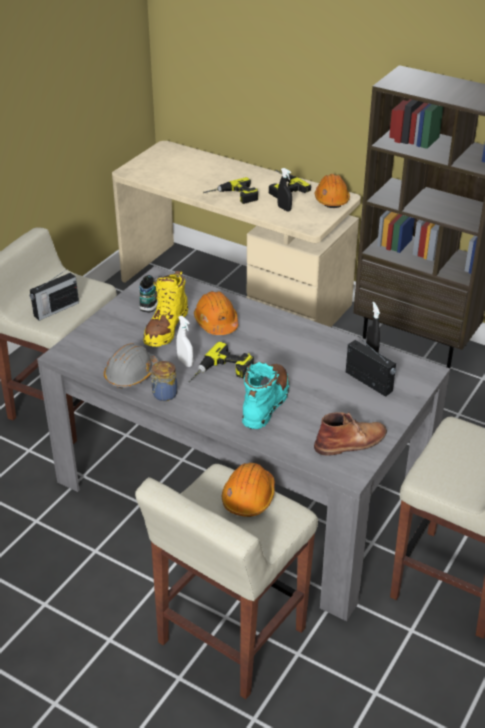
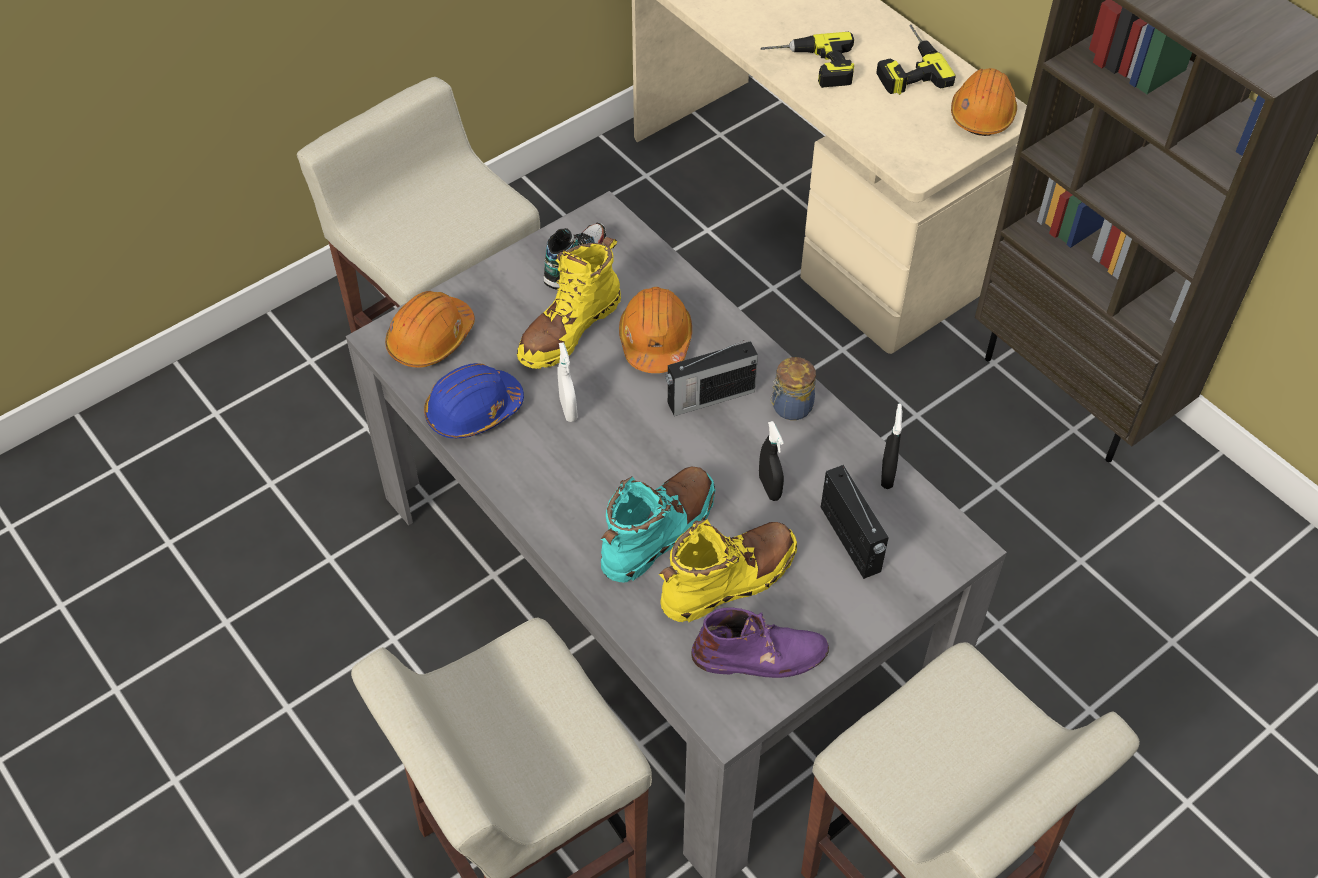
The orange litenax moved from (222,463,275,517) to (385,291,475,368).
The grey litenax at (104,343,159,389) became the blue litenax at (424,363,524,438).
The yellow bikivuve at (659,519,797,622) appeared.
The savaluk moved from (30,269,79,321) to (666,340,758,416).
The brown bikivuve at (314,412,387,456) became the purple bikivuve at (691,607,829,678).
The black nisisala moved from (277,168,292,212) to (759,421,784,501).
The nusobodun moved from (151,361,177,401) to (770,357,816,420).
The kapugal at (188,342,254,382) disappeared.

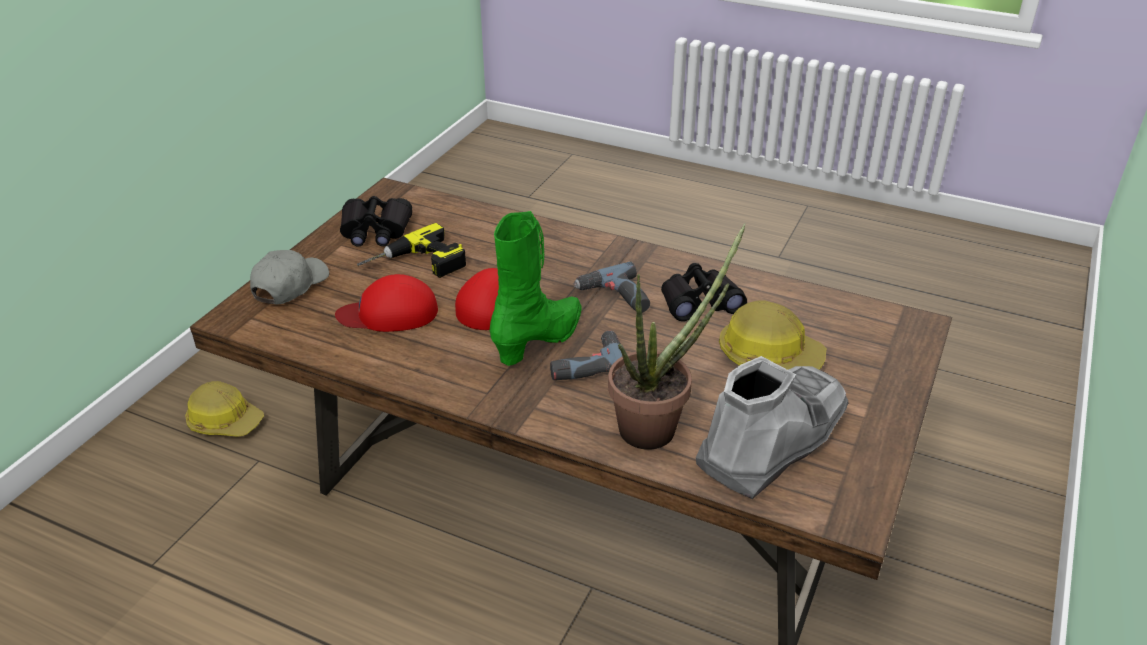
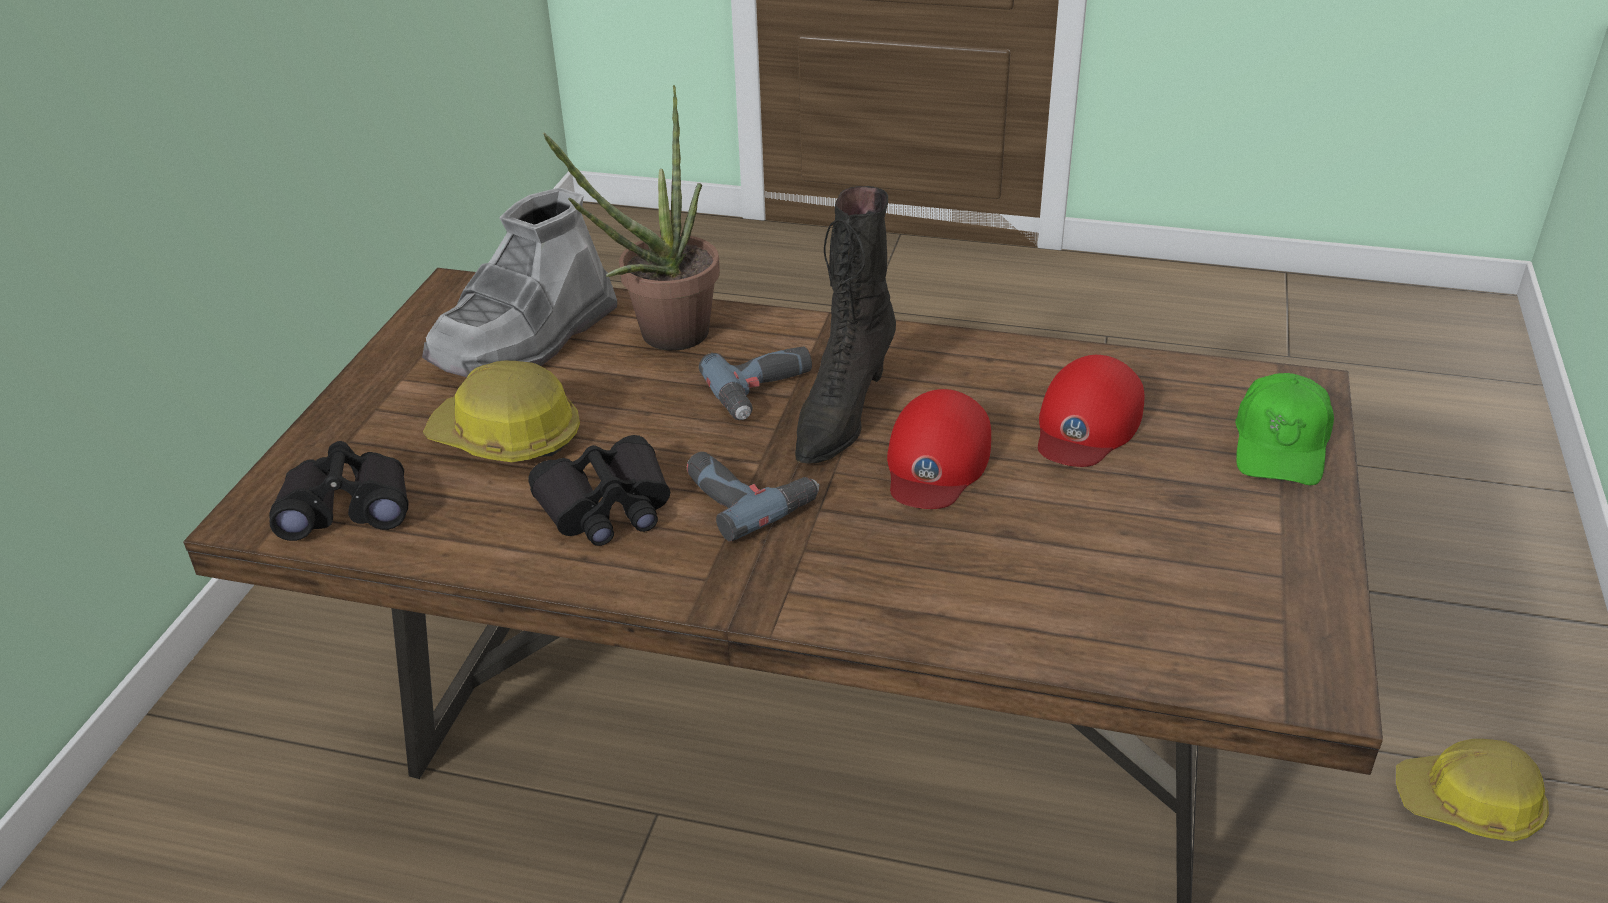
The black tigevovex moved from (340,196,412,247) to (269,441,408,541).
The green bikivuve at (490,211,581,366) became the black bikivuve at (795,186,896,464).
The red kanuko at (335,274,438,332) turned 135 degrees clockwise.
The grey kanuko at (250,250,329,305) became the green kanuko at (1235,373,1334,485).
The kapugal at (357,223,466,278) disappeared.

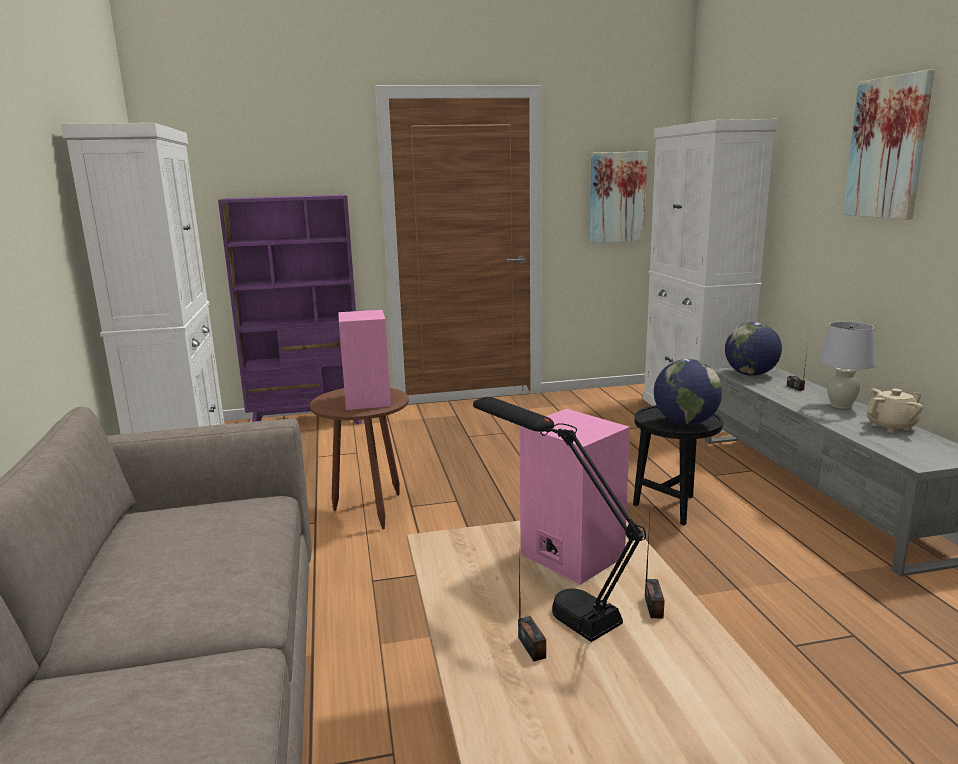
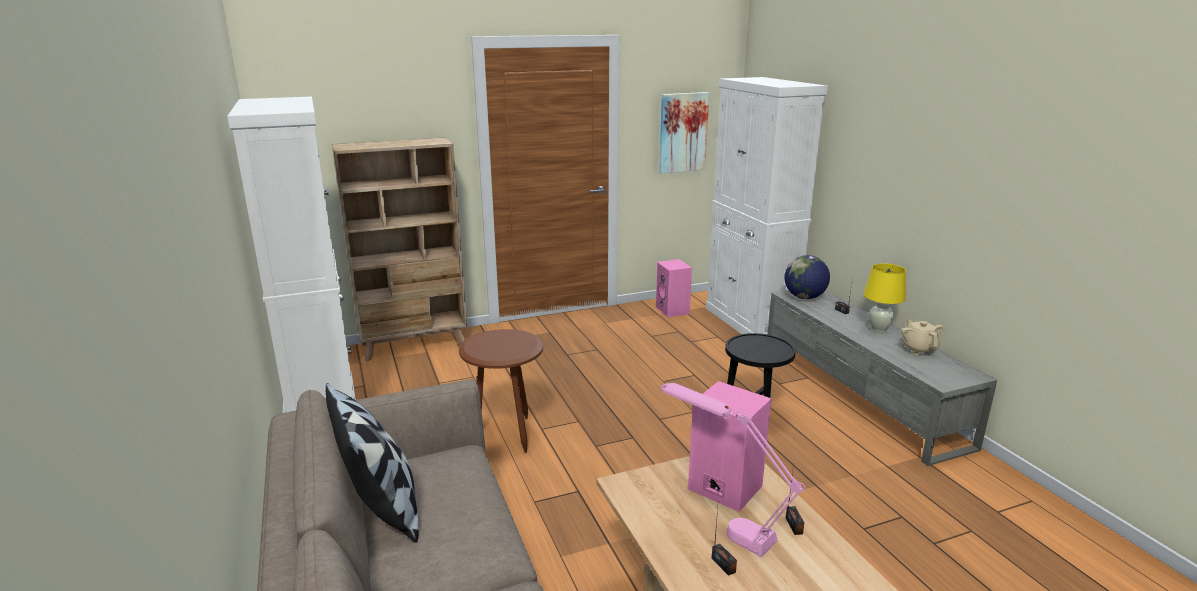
The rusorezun at (326,383,419,543) appeared.
The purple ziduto at (218,195,362,424) became the beige ziduto at (332,137,467,361).
The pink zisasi moved from (339,310,391,410) to (656,259,692,317).
The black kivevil at (473,397,646,642) became the pink kivevil at (661,383,805,557).
The white kivevil at (819,322,875,409) became the yellow kivevil at (864,263,906,332).
The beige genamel at (866,388,923,433) turned 75 degrees counterclockwise.
The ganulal at (654,359,722,425) disappeared.
The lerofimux at (843,70,935,220) disappeared.

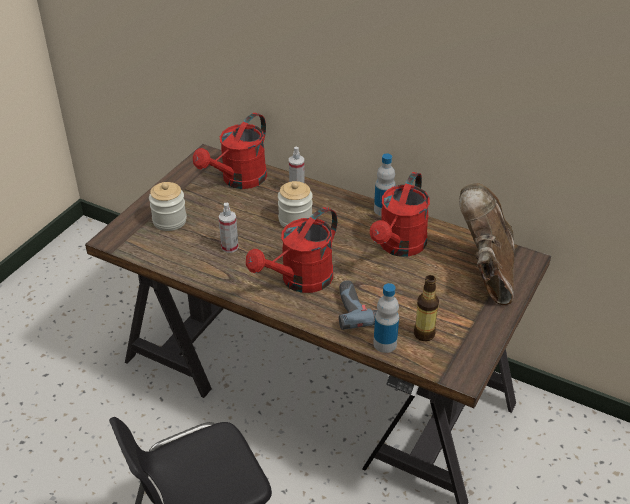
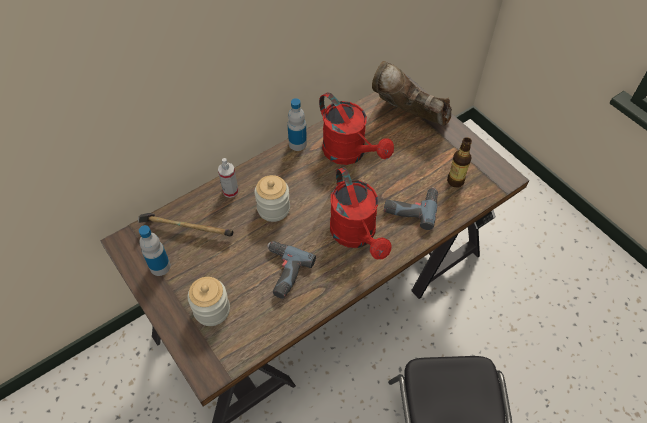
The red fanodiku at (193,113,267,189) was replaced by the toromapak at (138,213,233,237).
The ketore moved from (373,283,399,353) to (139,225,171,276).
The nisisala at (219,203,238,253) was replaced by the kapugal at (267,241,316,299).

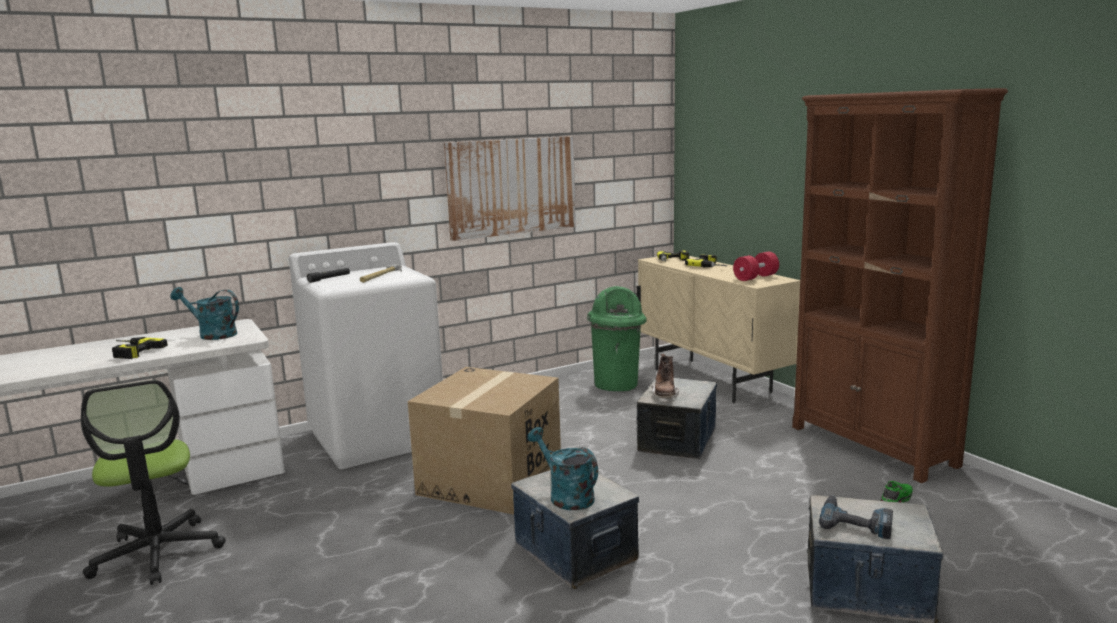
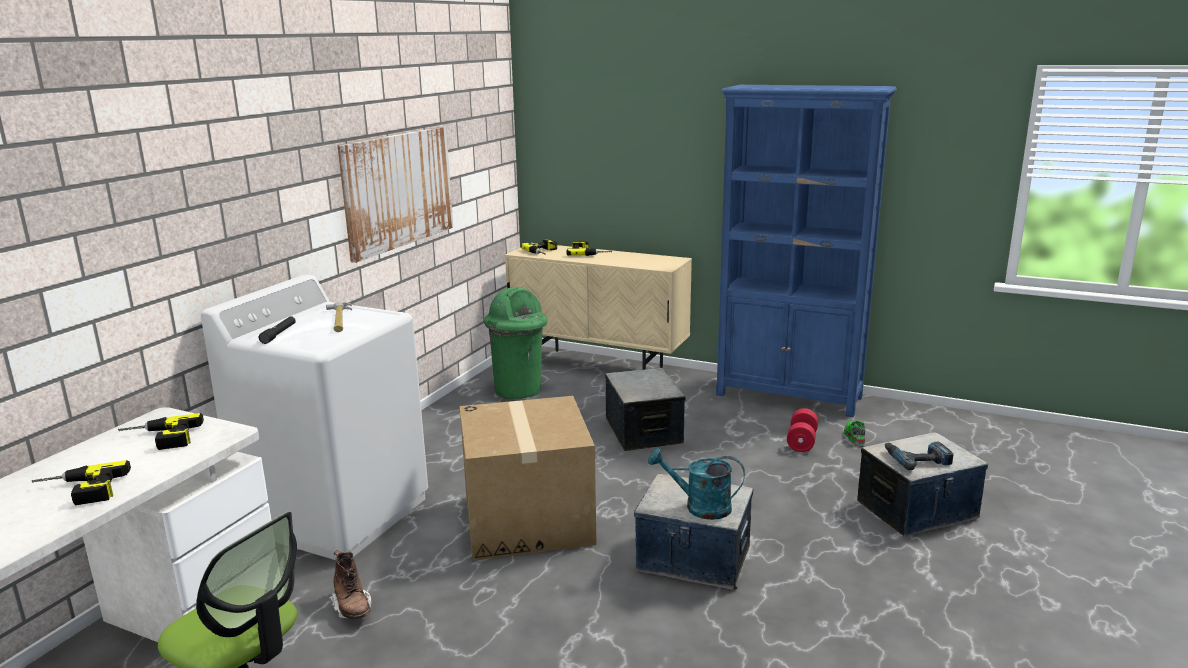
The turquoise fanodiku at (170,287,239,340) was replaced by the kapugal at (118,413,204,450).
The brown bikivuve moved from (651,354,679,398) to (329,550,372,620).
The brown ziduto at (792,88,1008,483) became the blue ziduto at (716,85,897,417).
The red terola moved from (733,252,779,281) to (787,408,818,452).

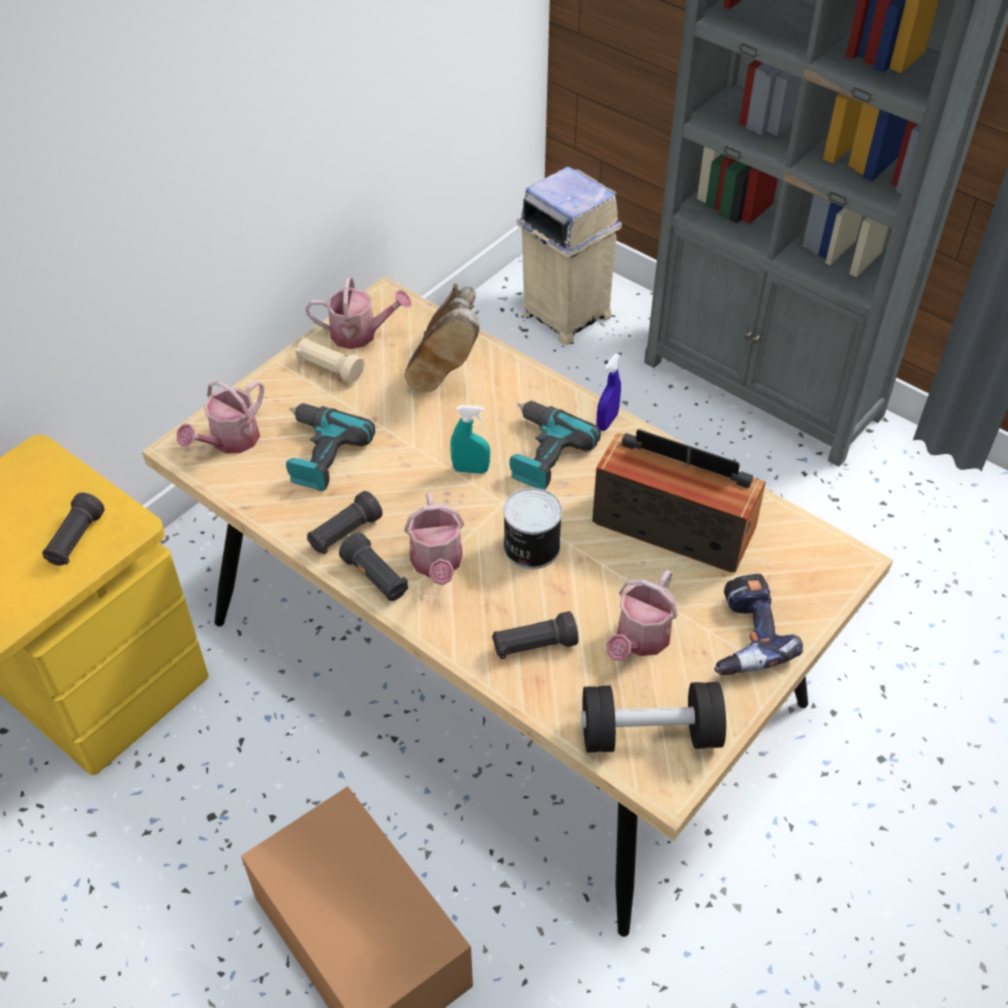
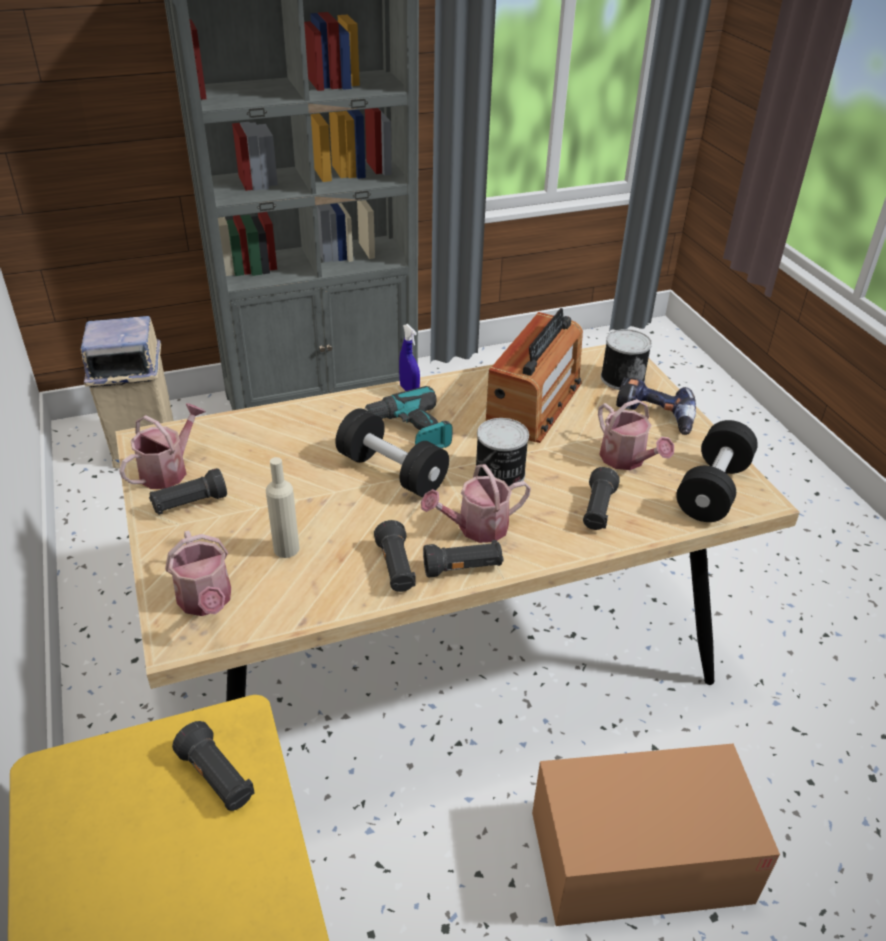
The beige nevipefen at (296,338,365,384) became the black nevipefen at (149,468,227,515).
The kapugal at (286,403,375,491) was replaced by the beige ketore at (266,457,300,558).
The turquoise nisisala at (450,405,490,474) was replaced by the black terola at (335,408,449,497).
The fanodiku at (404,493,464,585) turned 135 degrees clockwise.
The savaluk at (592,429,766,573) turned 150 degrees clockwise.
The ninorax at (601,329,652,390) appeared.
The brown bikivuve at (405,284,480,392) disappeared.

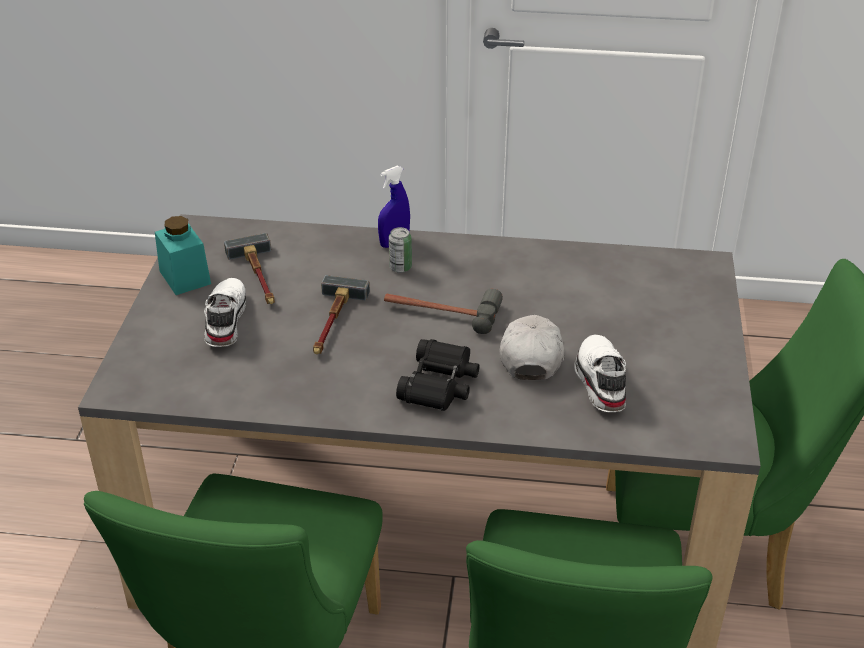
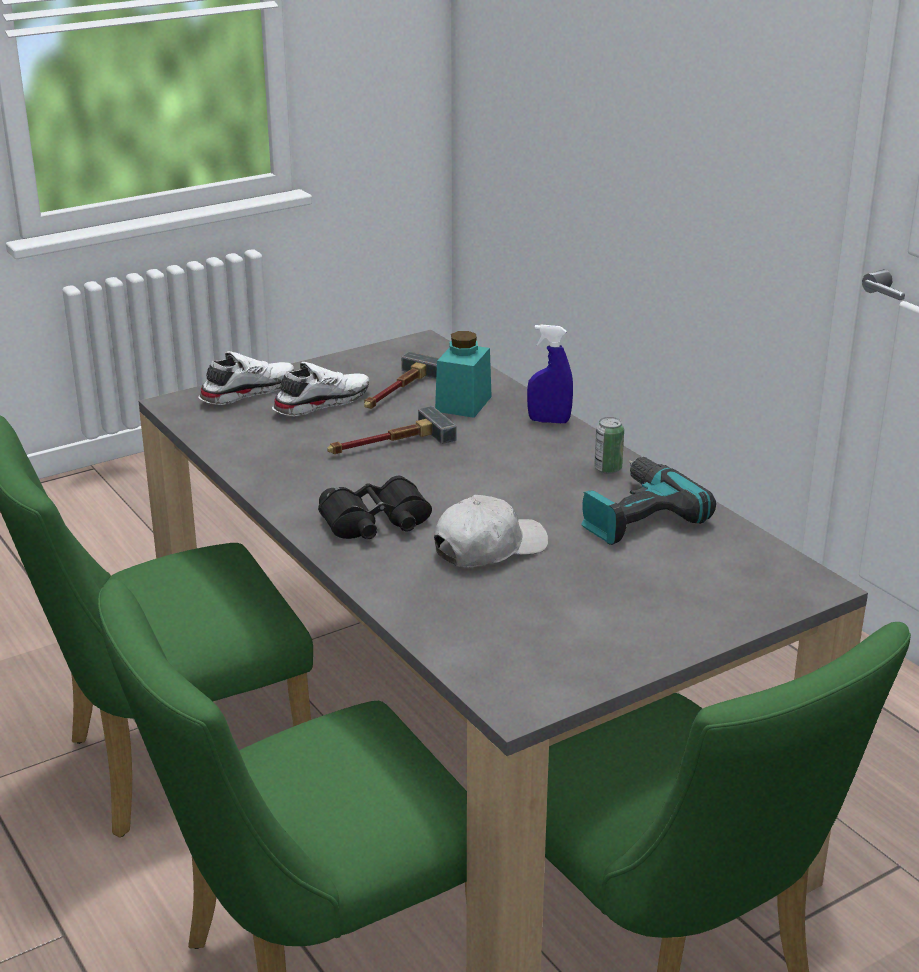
The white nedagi moved from (574,335,626,412) to (198,351,294,405).
The turquoise nusobodun moved from (155,216,211,295) to (435,331,492,418).
The kapugal at (581,457,716,545) appeared.
The ninorax moved from (389,227,412,273) to (594,417,624,474).
The toromapak at (384,289,503,334) disappeared.

